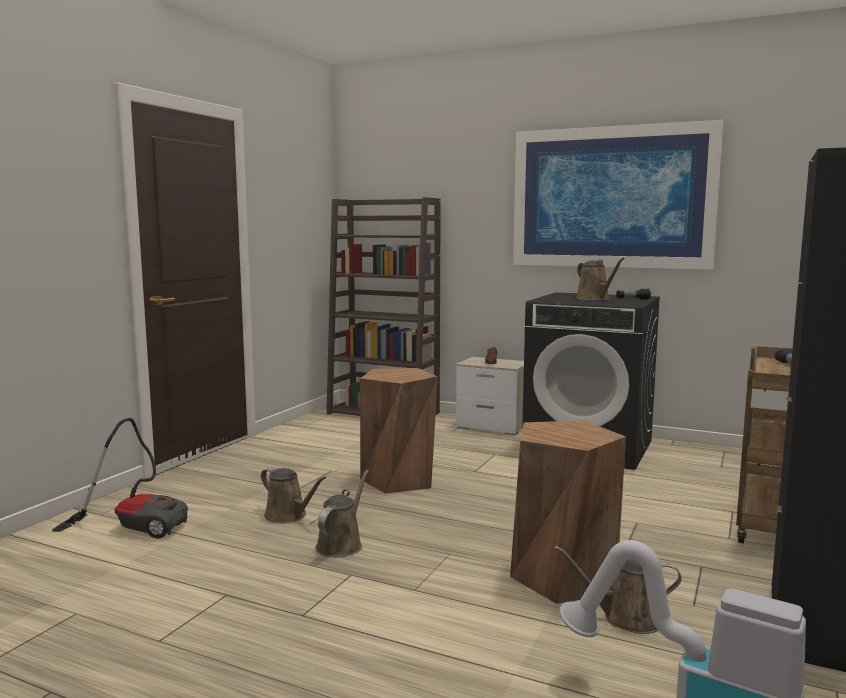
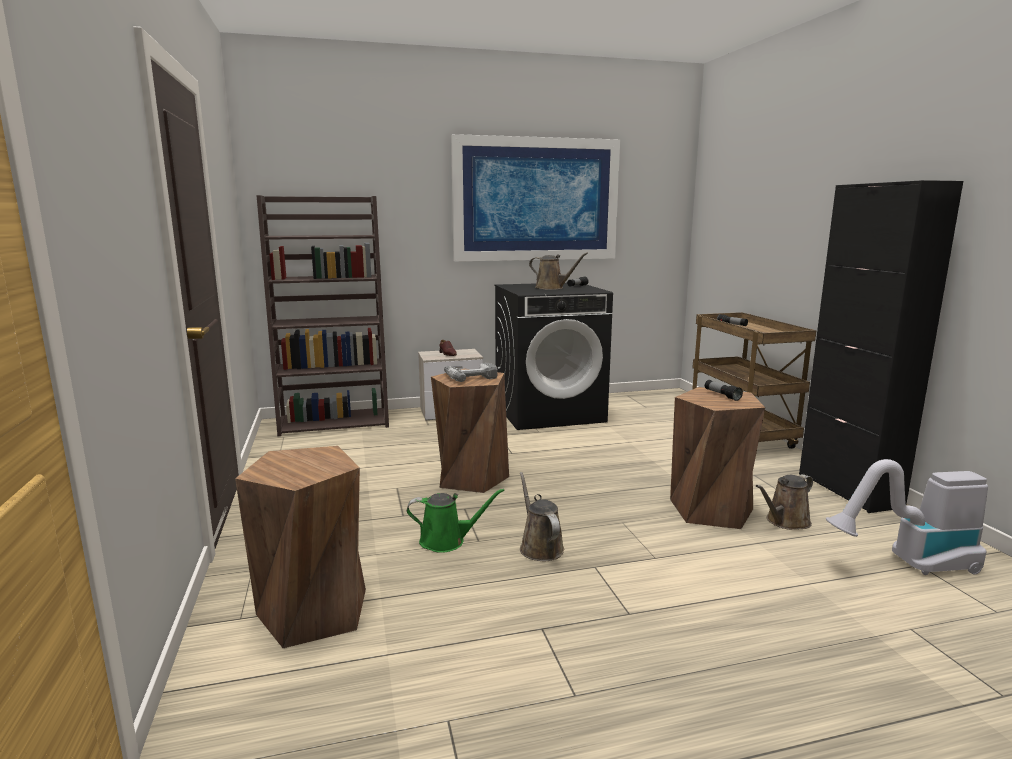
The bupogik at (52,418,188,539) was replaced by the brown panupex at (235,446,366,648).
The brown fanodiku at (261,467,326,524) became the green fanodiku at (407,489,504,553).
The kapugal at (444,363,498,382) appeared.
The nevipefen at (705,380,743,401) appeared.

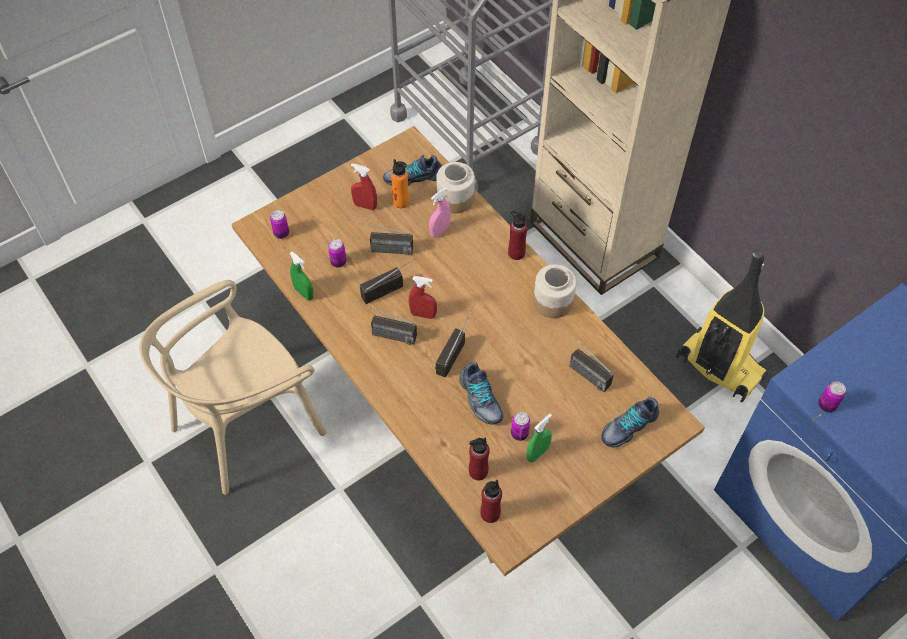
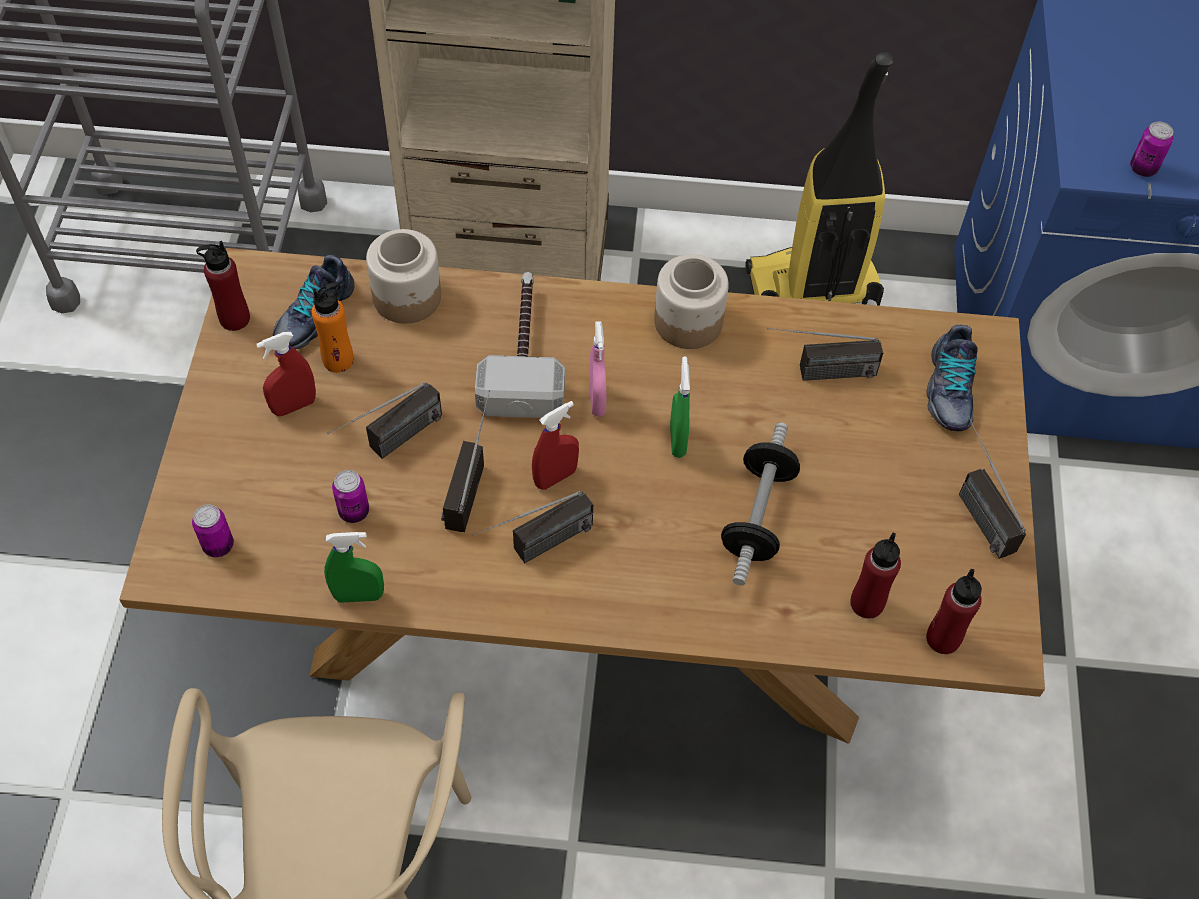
The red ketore moved from (508,211,528,260) to (196,241,250,331).
The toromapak at (475,272,565,418) appeared.
The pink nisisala moved from (429,188,451,238) to (589,321,606,417).
The green nisisala moved from (527,414,552,462) to (670,357,690,458).
The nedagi at (459,362,503,425) was replaced by the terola at (721,422,800,585).
The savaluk moved from (435,303,475,378) to (959,416,1026,559).
The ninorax at (511,412,530,441) disappeared.

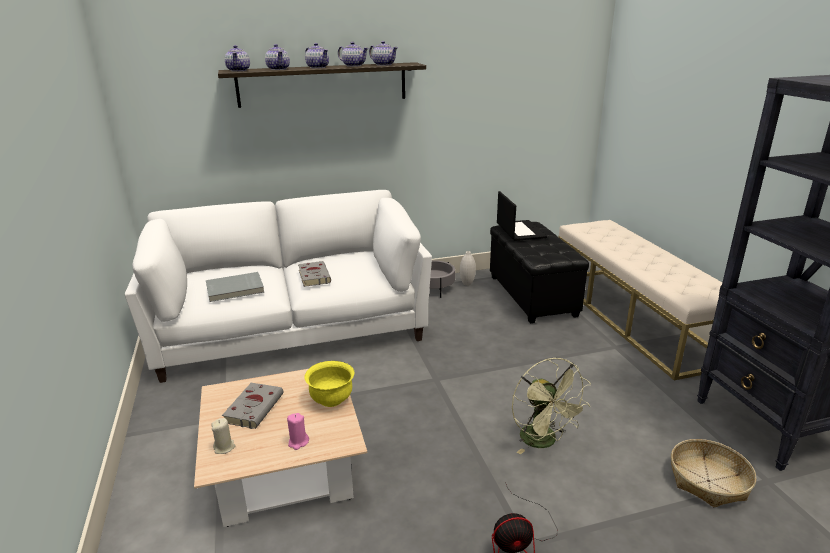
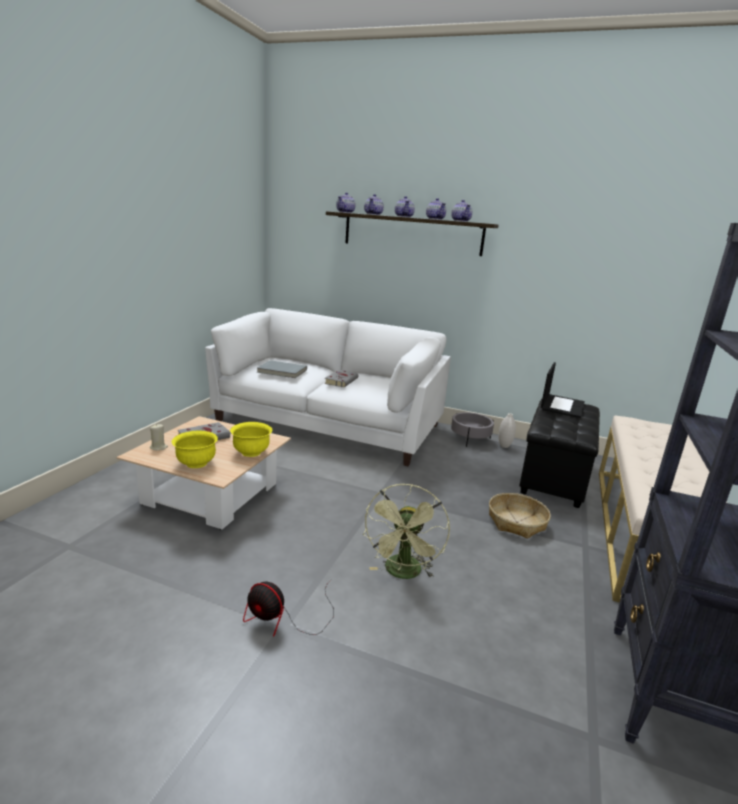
The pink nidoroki at (287,413,309,450) was replaced by the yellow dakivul at (172,431,218,468).
The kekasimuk moved from (671,439,756,507) to (489,493,551,539).

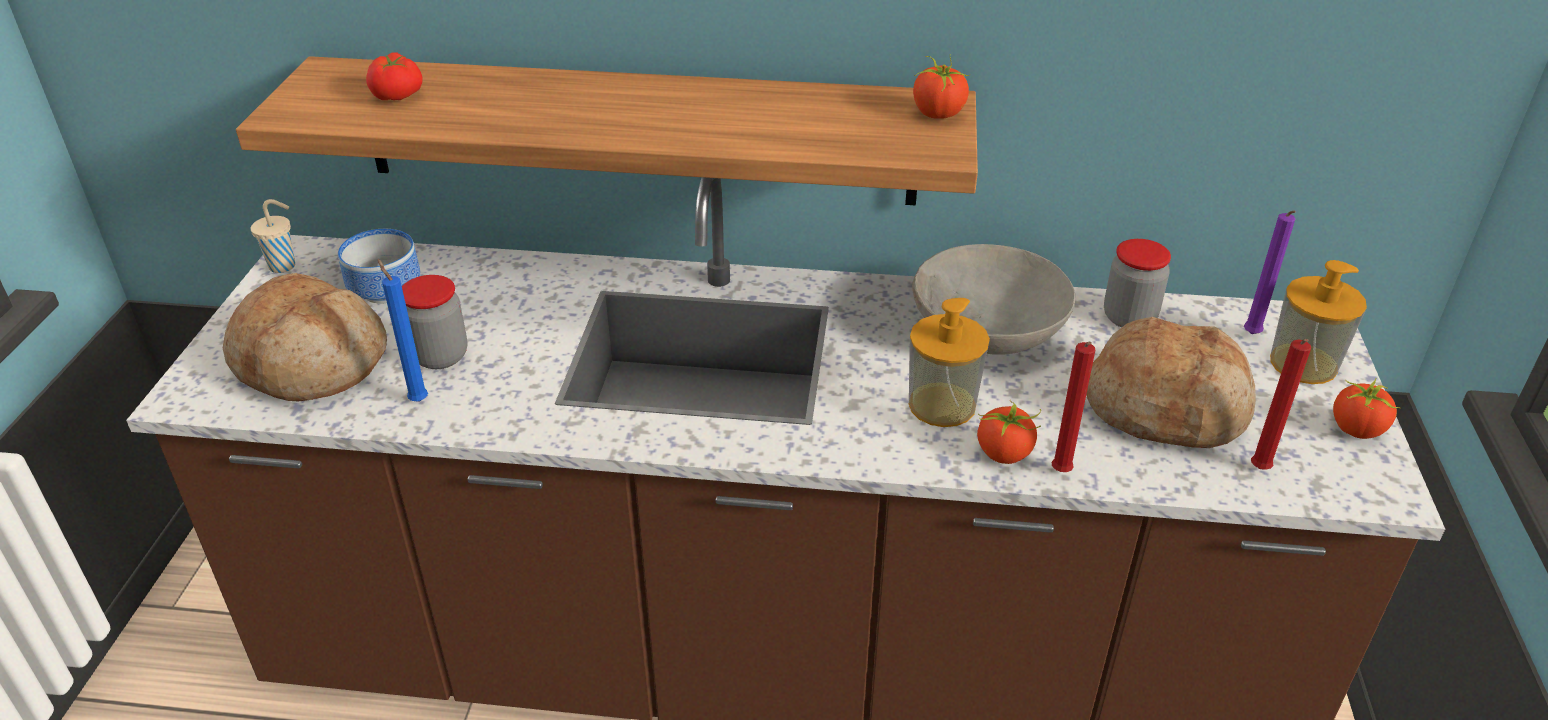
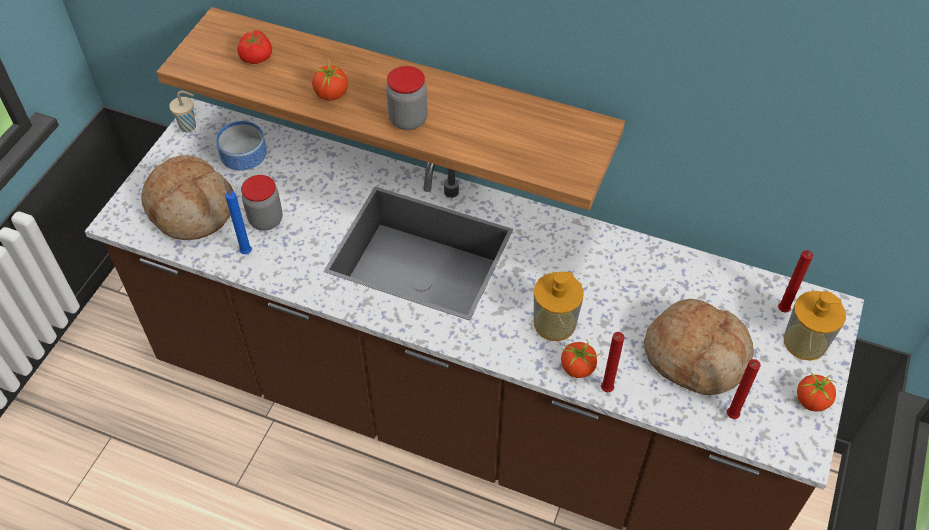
The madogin moved from (913,56,971,119) to (312,57,348,101).
The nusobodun moved from (1104,239,1171,328) to (386,66,428,130).
The purple nidoroki at (1244,211,1296,334) became the red nidoroki at (778,250,813,312).
The grey dakivul at (912,244,1075,355) disappeared.

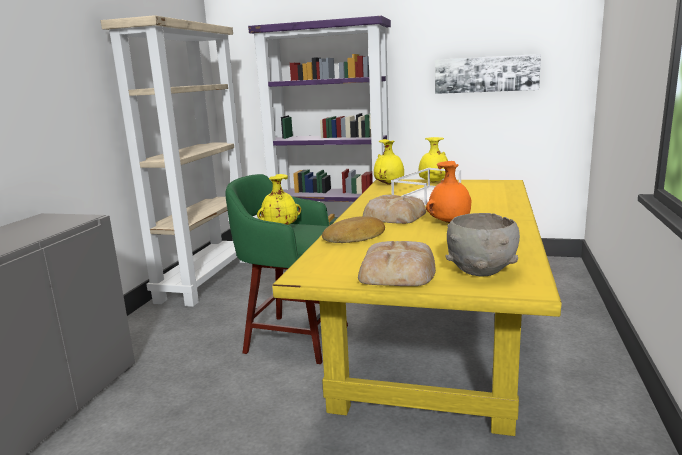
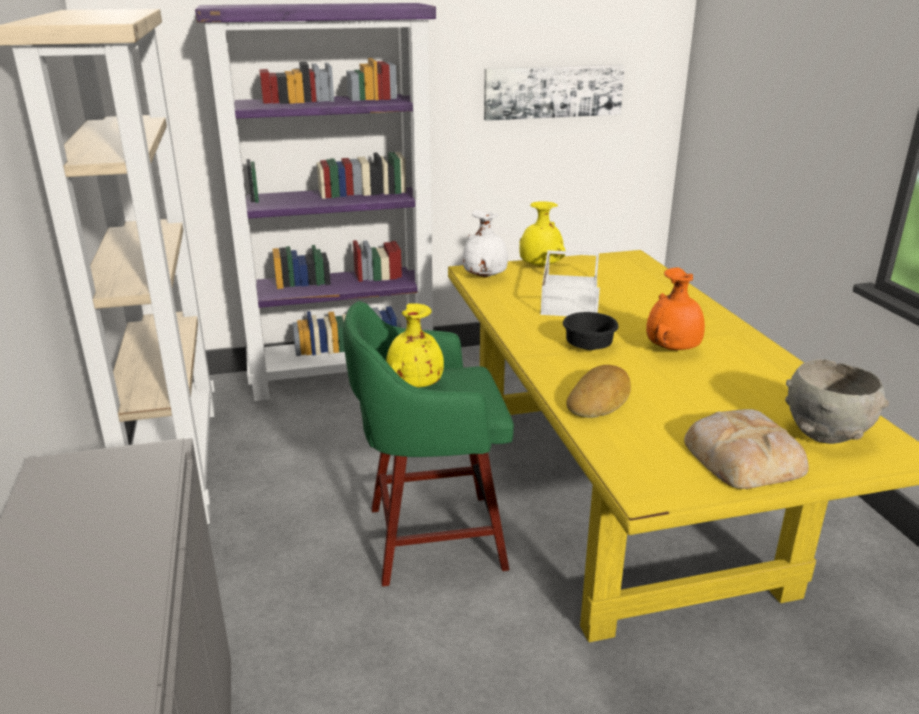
The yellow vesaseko at (374,139,404,185) became the white vesaseko at (463,210,508,277).
The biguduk at (363,195,426,224) was replaced by the black dakivul at (563,312,619,350).

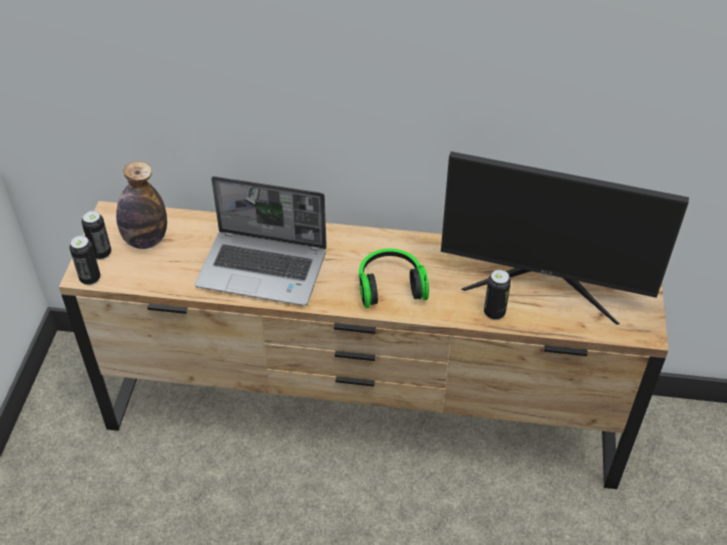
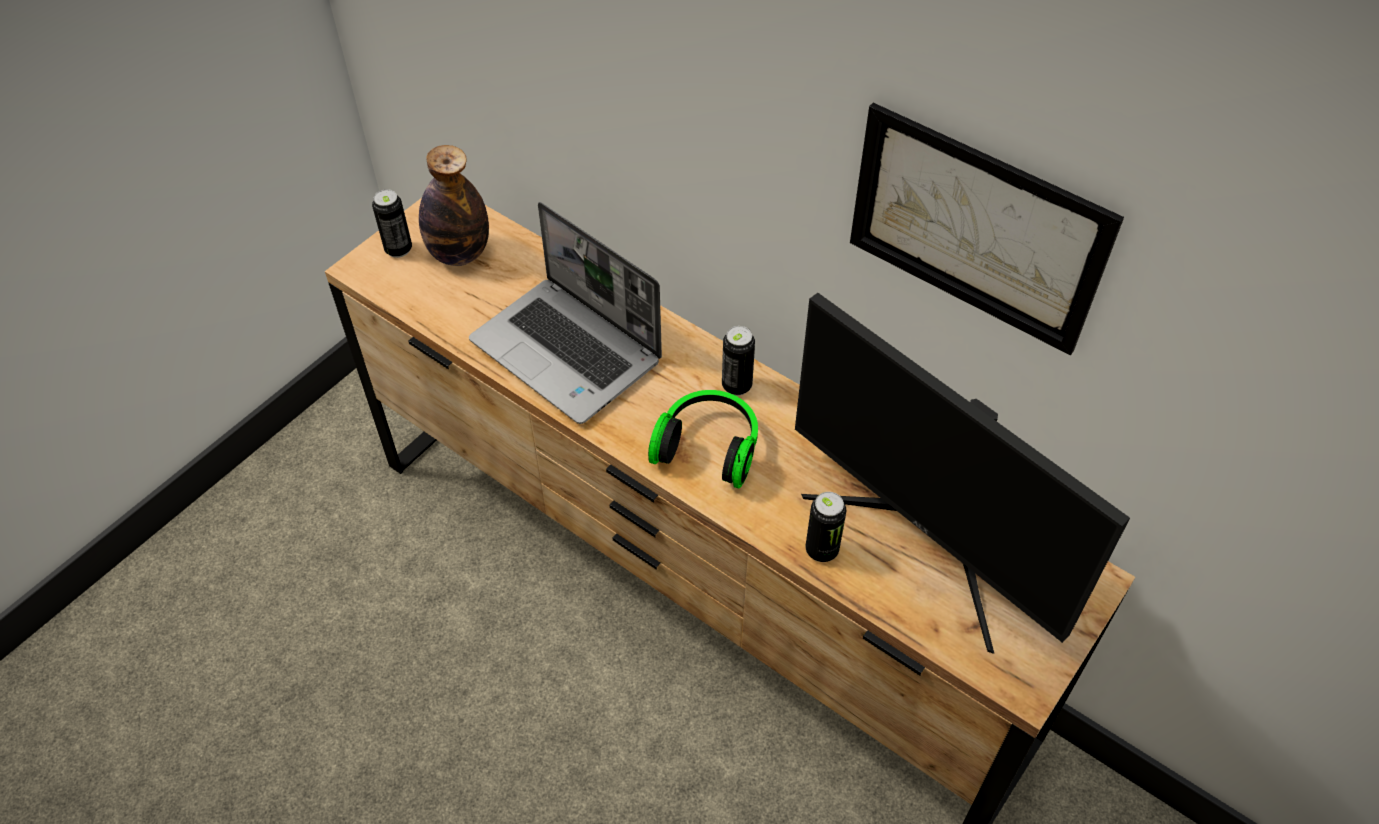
The ninorax moved from (69,235,100,285) to (722,326,755,396).
The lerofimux at (850,103,1124,355) appeared.

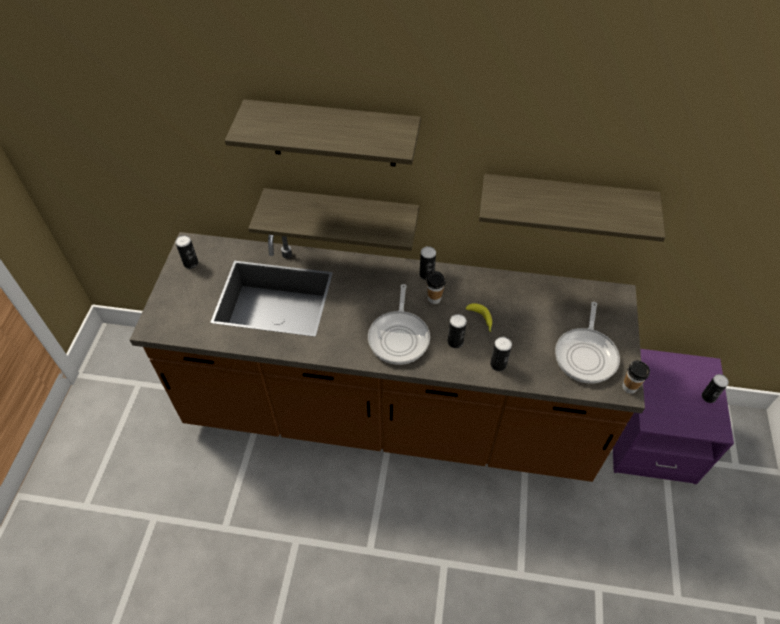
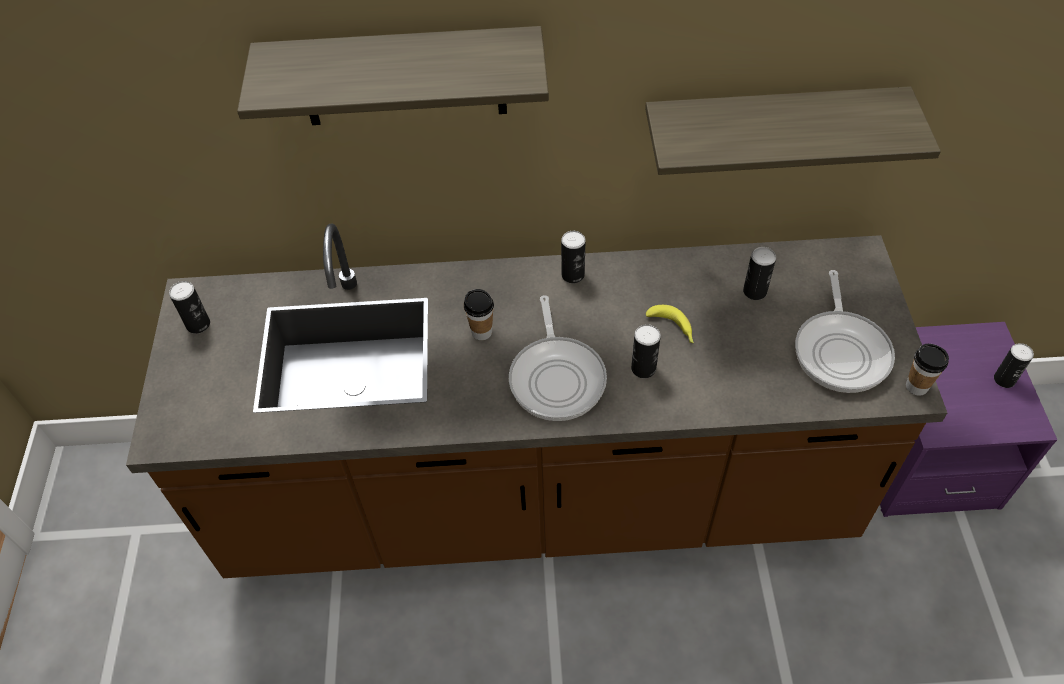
The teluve moved from (426,271,446,304) to (464,289,494,340).
The ninorax moved from (490,337,512,371) to (743,247,776,300).
The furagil at (248,188,419,251) disappeared.

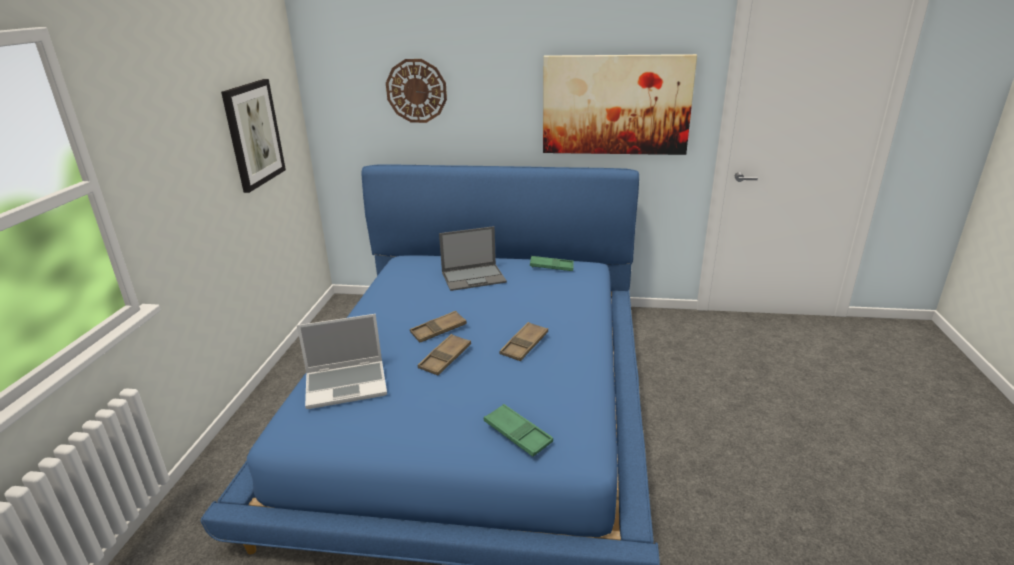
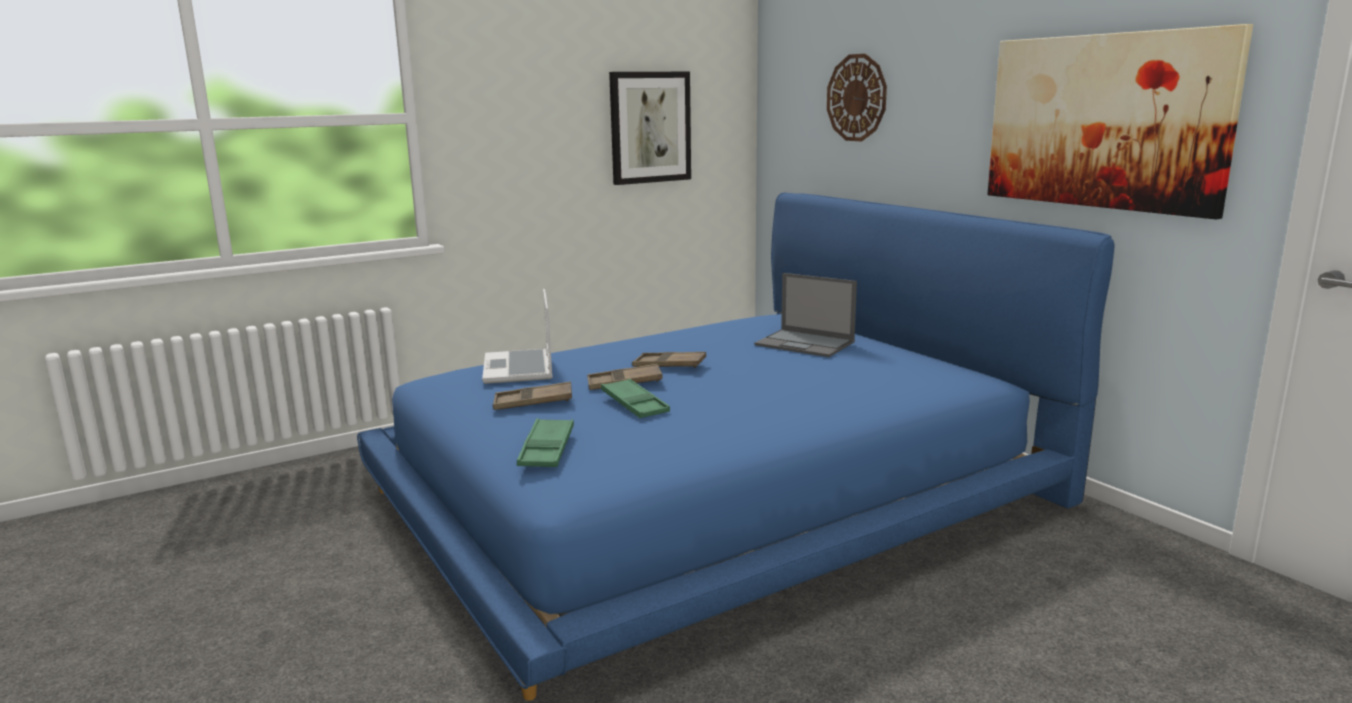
The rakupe at (297,314,387,409) turned 45 degrees clockwise.
The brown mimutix moved from (500,322,548,361) to (493,382,572,410).
The green mimutix moved from (530,256,574,271) to (601,379,670,418).

